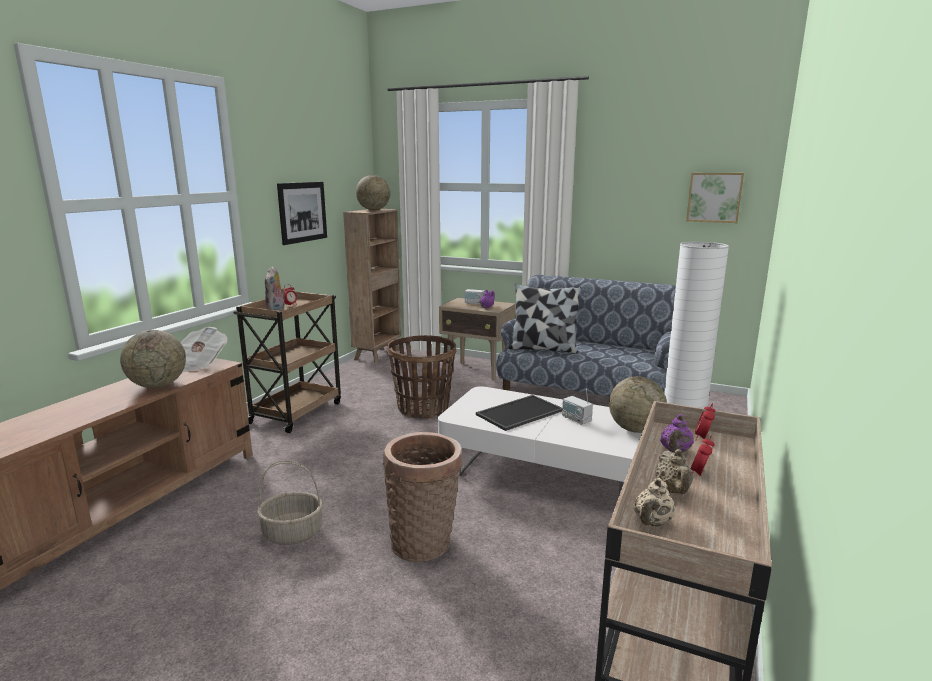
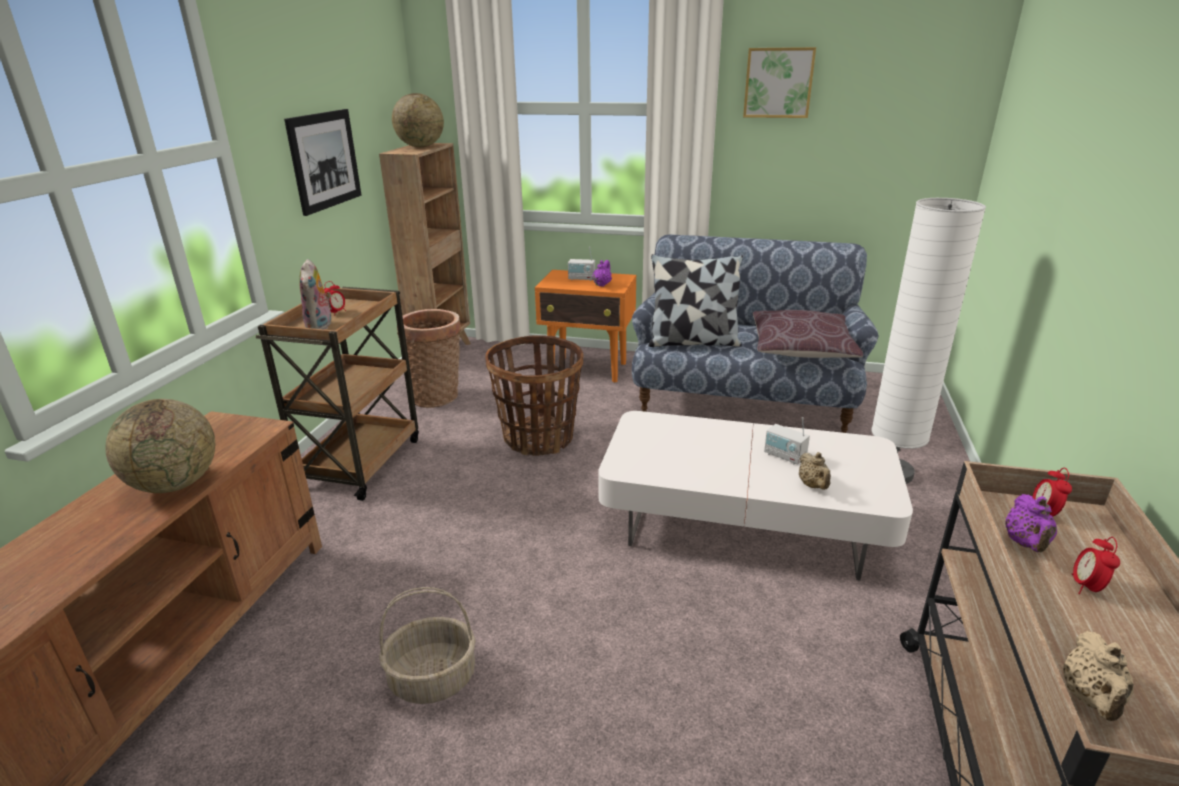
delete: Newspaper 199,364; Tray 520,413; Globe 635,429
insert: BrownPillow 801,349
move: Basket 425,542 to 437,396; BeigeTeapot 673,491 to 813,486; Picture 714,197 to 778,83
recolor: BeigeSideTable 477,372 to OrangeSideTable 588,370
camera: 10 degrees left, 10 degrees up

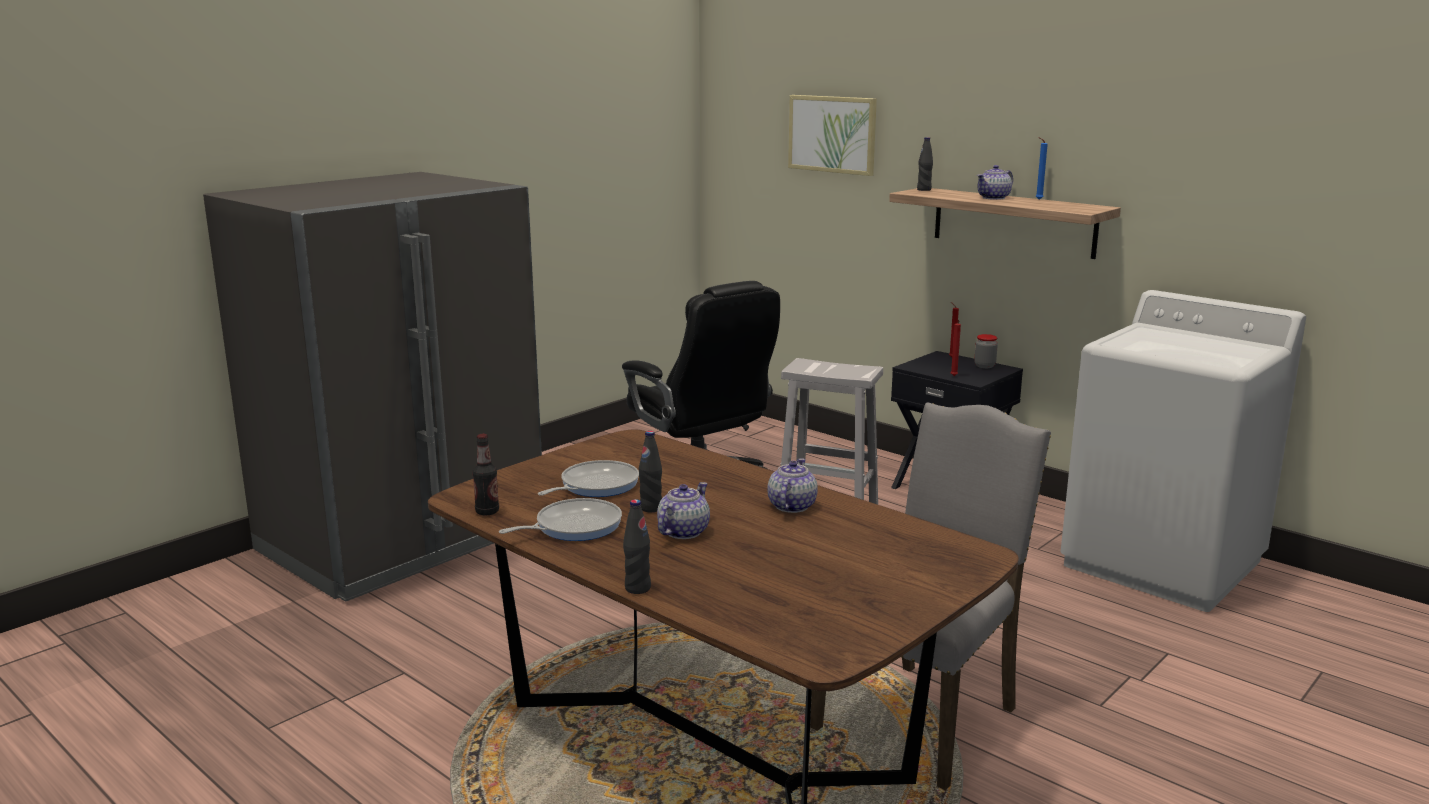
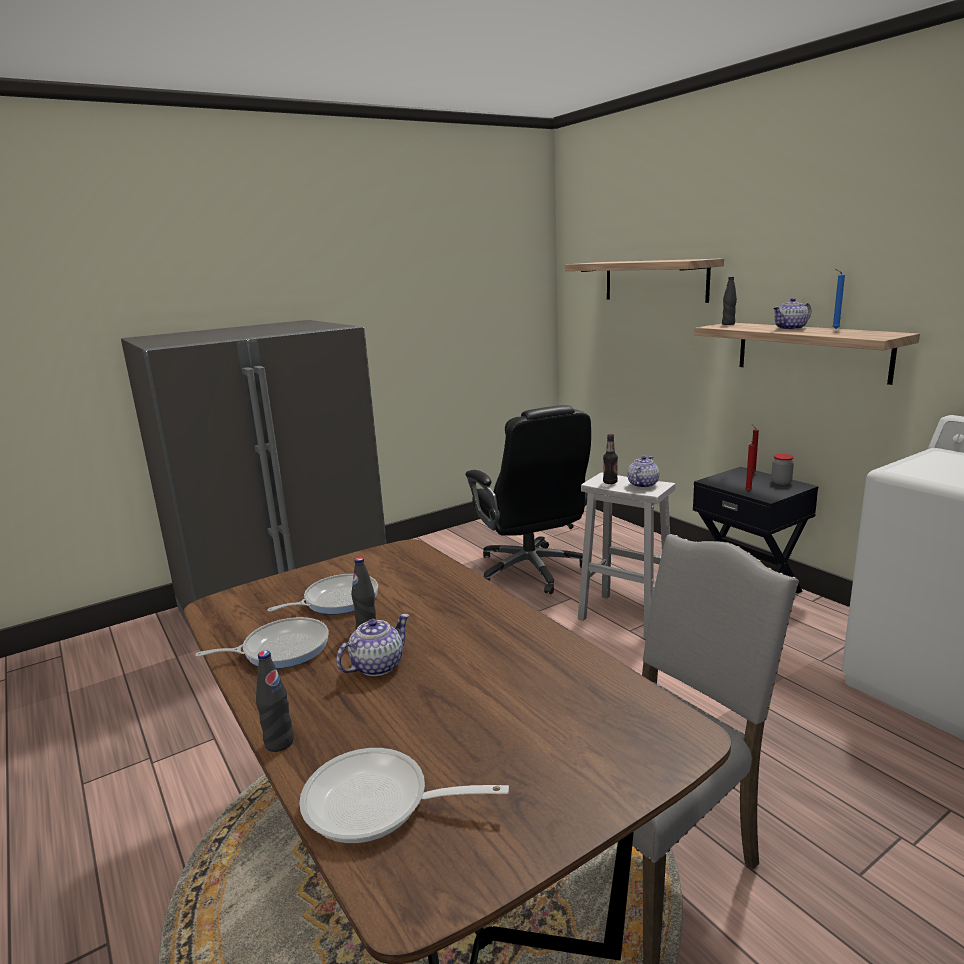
insert: FryingPan 377,804
move: Bottle 487,512 to 610,482; Teapot 791,506 to 642,485
replace: Picture 832,134 to Shelf 654,280
camera: 15 degrees right, 0 degrees up

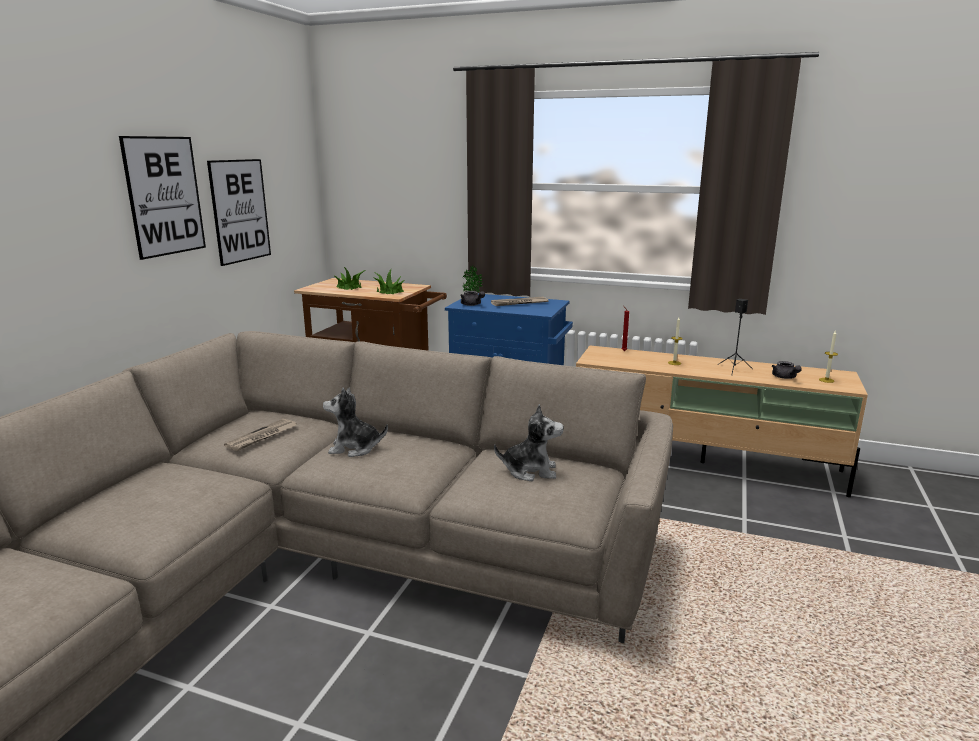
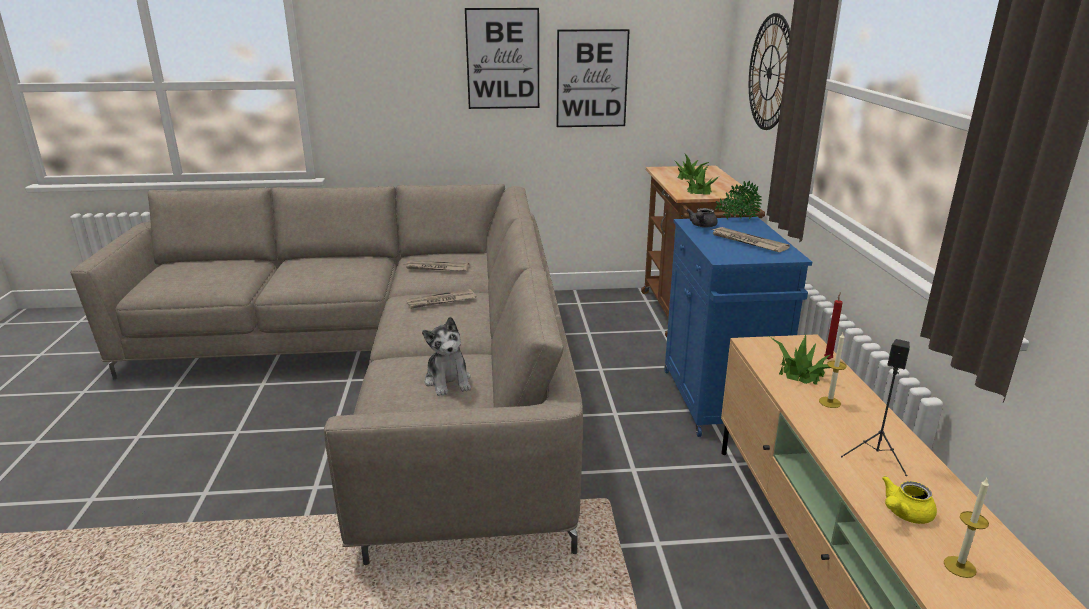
insert: WallClock 770,73; PottedPlant 800,373
replace: PlushToy 354,448 to Newspaper 440,301
recolor: GreyTeapot 785,377 to YellowTeapot 904,513
camera: 65 degrees right, 5 degrees up

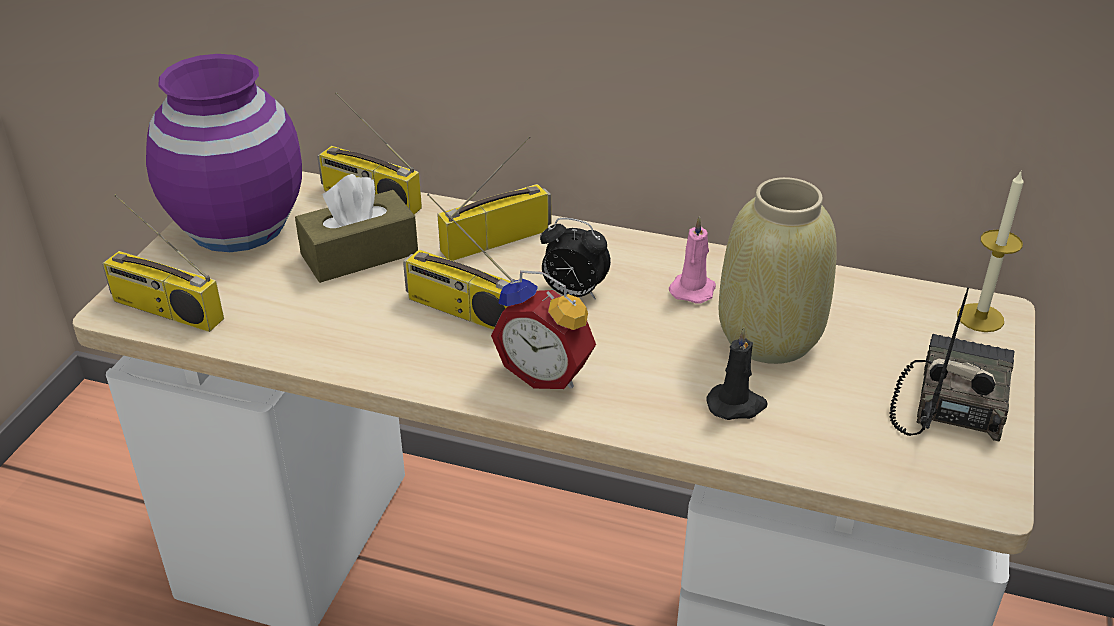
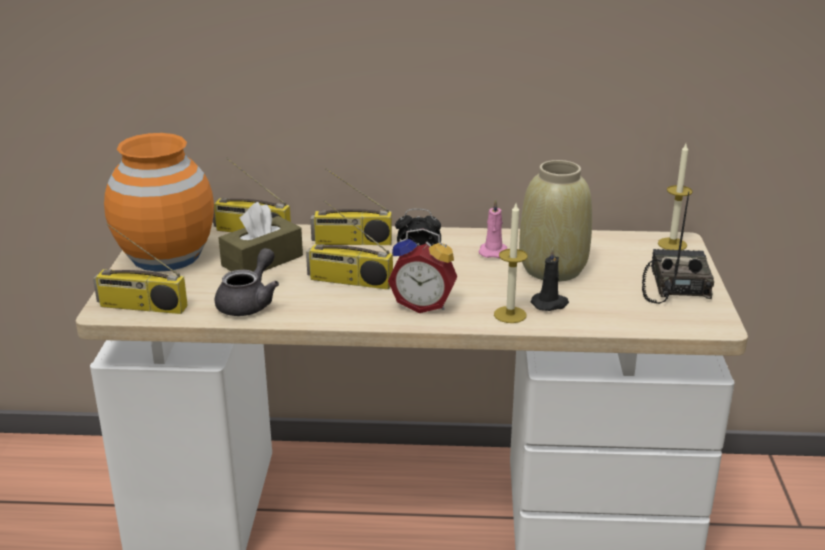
insert: GreyTeapot 249,302; Candle 510,314
recolor: PurpleVase 238,226 to OrangeVase 166,256
rotate: Radio 496,239 = 351,242 135 degrees counterclockwise
camera: 15 degrees left, 10 degrees down

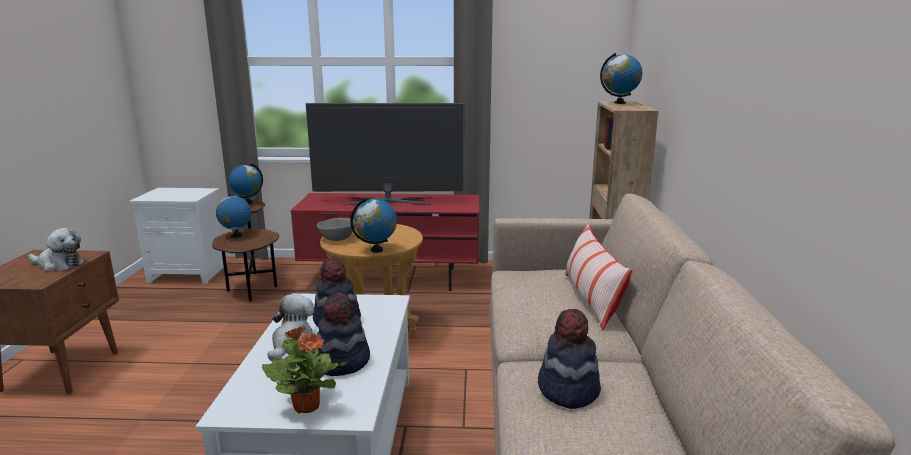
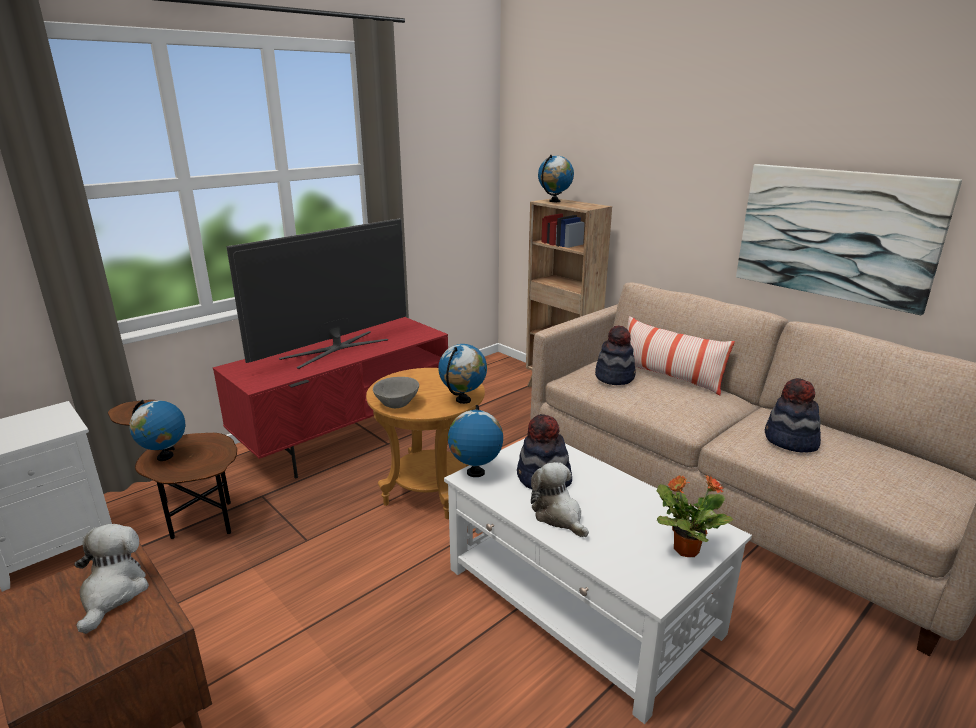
insert: Picture 835,234
move: Globe 247,202 to 475,472; Hat 343,362 to 615,377
rotate: PlushToy 59,265 = 113,593 60 degrees counterclockwise
camera: 45 degrees left, 5 degrees up

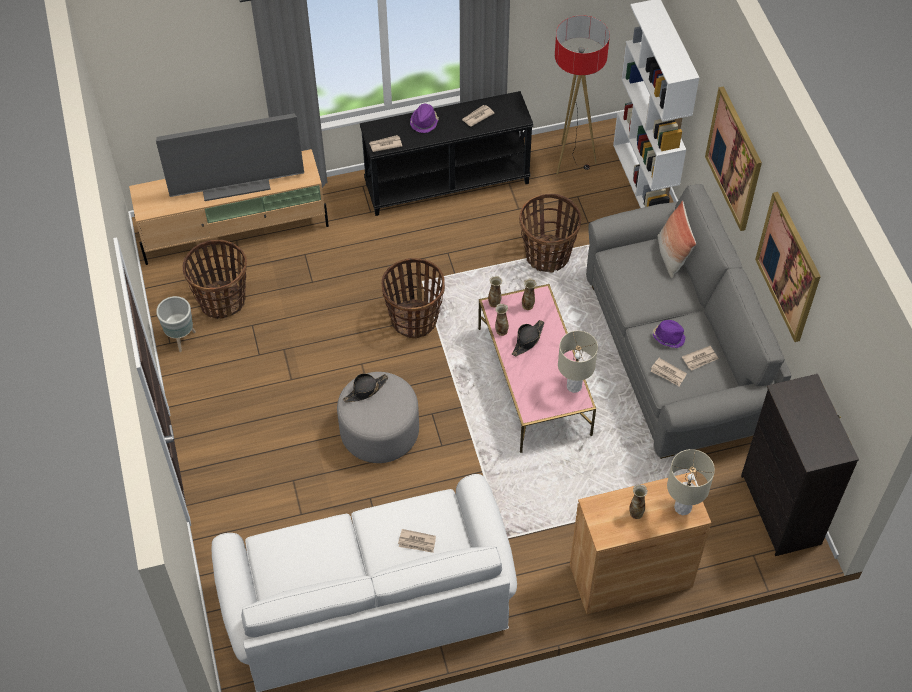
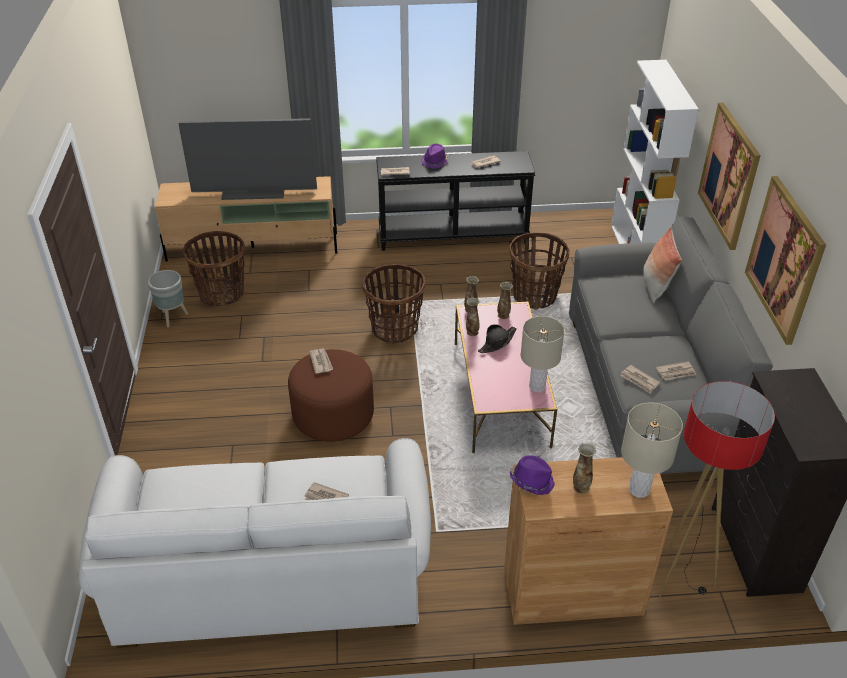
move: FloorLamp 571,161 to 681,578; PurpleHat 668,337 to 531,481
replace: BlackHat 365,390 to Newspaper 321,362
recolor: GreyOttoman 380,431 to BrownOttoman 333,415
camera: 10 degrees right, 15 degrees down

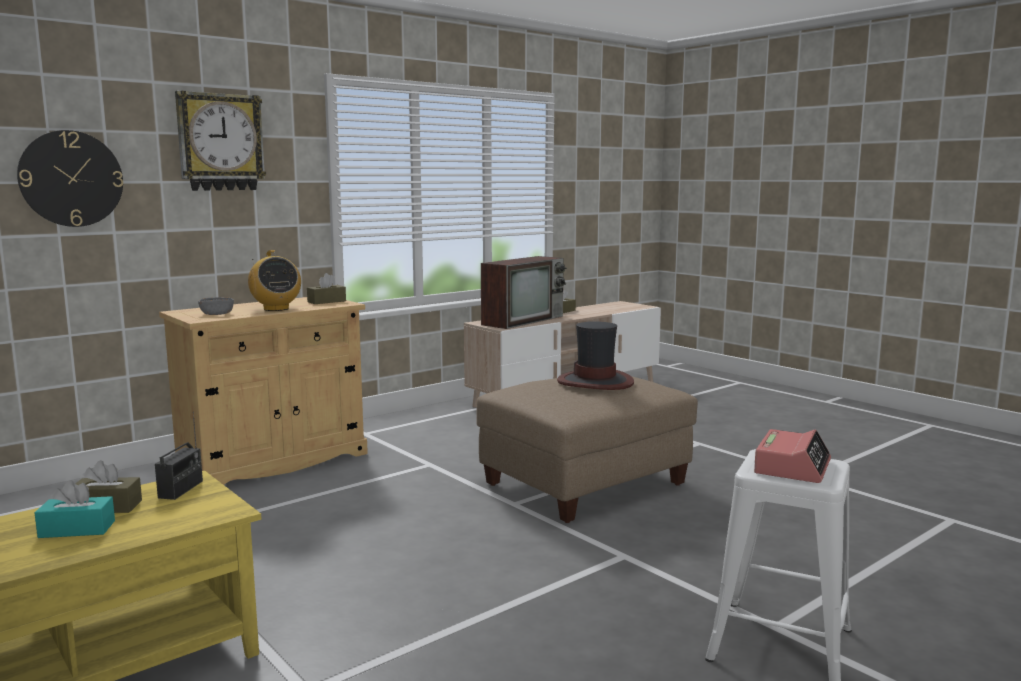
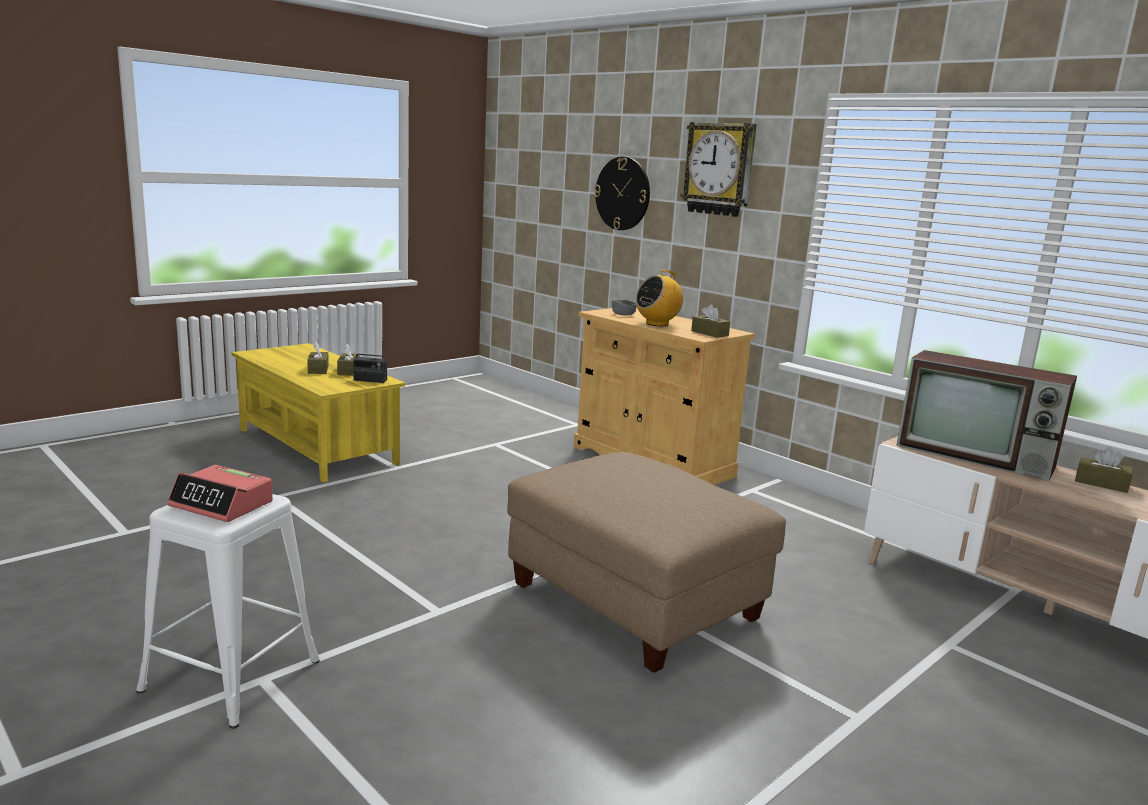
delete: Hat 595,382
recolor: TurquoiseTissueBox 77,529 to BrownTissueBox 318,369
camera: 85 degrees right, 5 degrees up

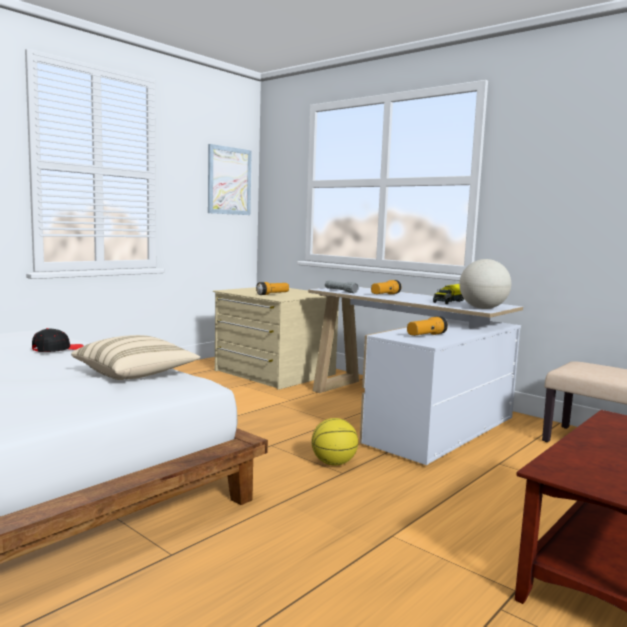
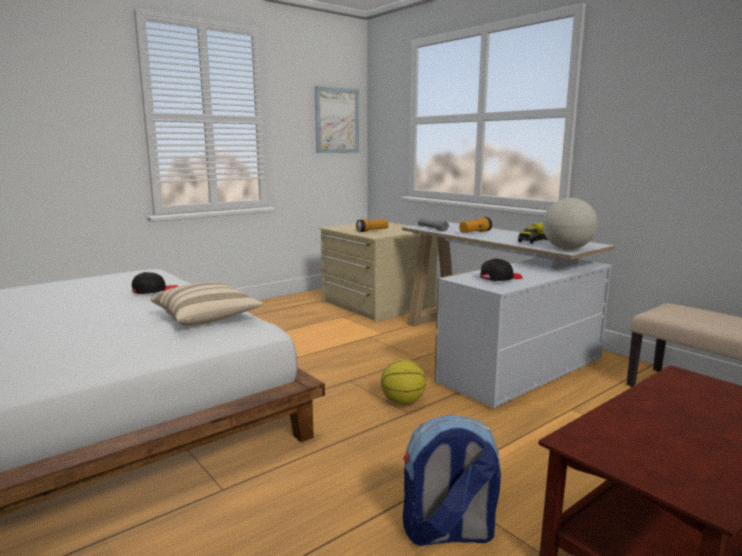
insert: Backpack 448,533
replace: Flashlight 426,335 to BlackCap 500,278
camera: 10 degrees right, 5 degrees up

